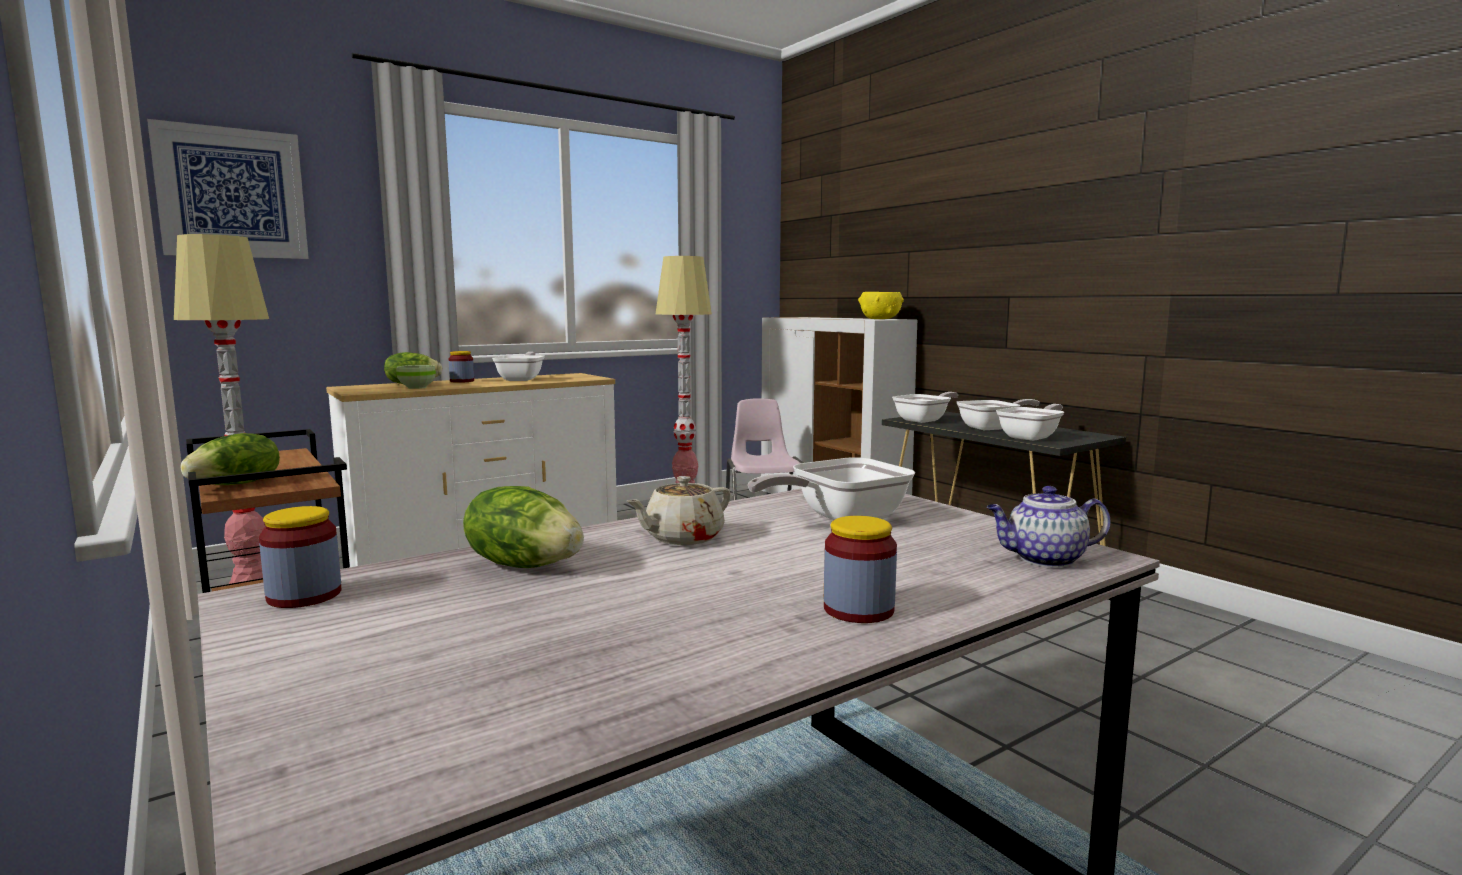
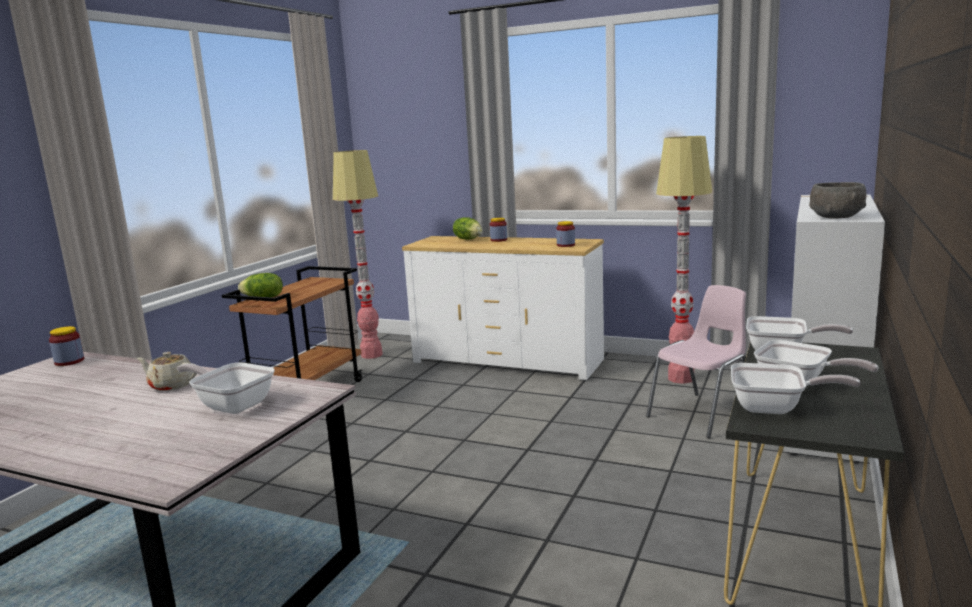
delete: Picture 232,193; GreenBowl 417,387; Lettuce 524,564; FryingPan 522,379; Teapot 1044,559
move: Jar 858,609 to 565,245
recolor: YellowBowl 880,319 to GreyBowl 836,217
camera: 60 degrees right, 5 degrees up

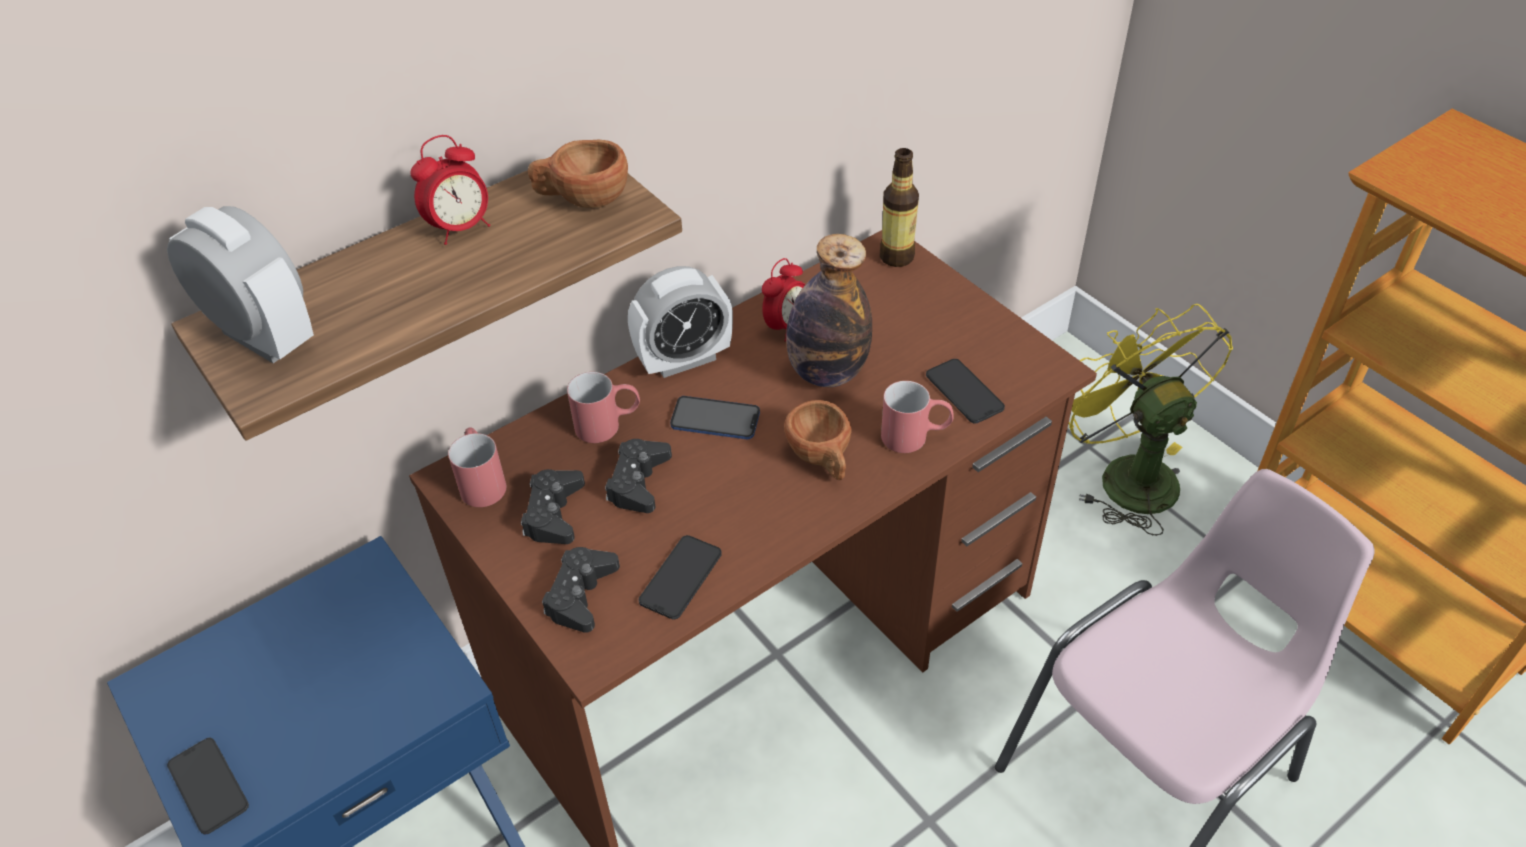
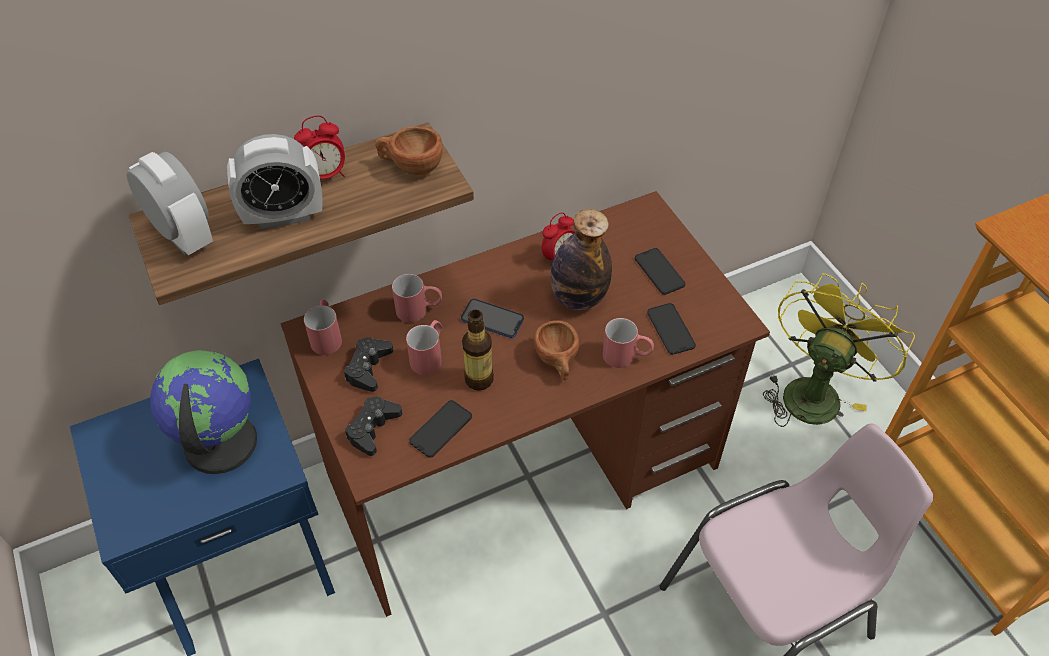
insert: Globe 219,443
move: Phone 208,786 to 659,271; AlarmClock 684,360 to 284,216; Bottle 897,257 to 479,379
replace: BlackGameController 638,482 to RedMug 429,356
rotate: YellowFan 1126,474 = 814,390 45 degrees clockwise
camera: 10 degrees right, 5 degrees up

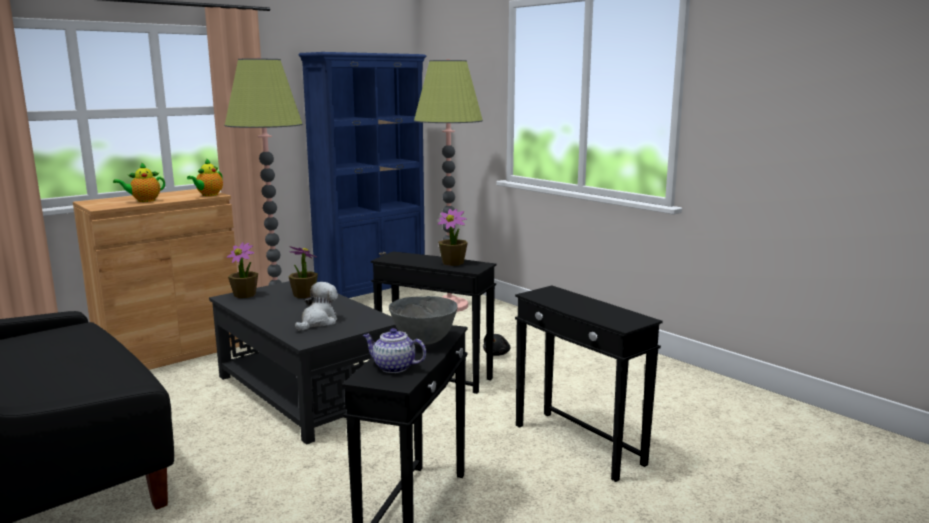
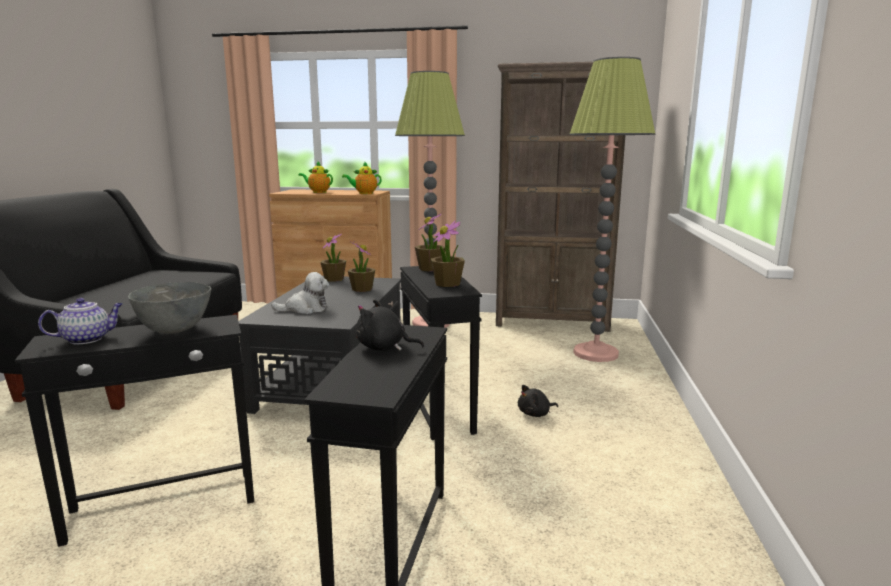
insert: BlackPlushToy 384,348; PottedPlant 430,269
recolor: BlueBookcase 373,294 to BrownBookcase 552,322
rotate: Teapot 393,367 = 87,339 75 degrees clockwise
camera: 50 degrees right, 0 degrees up

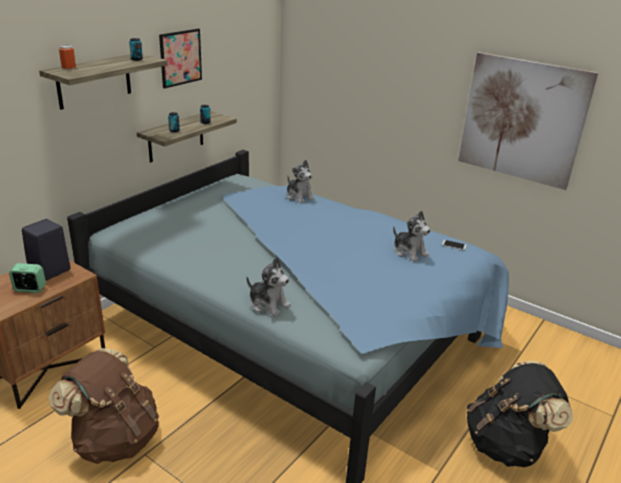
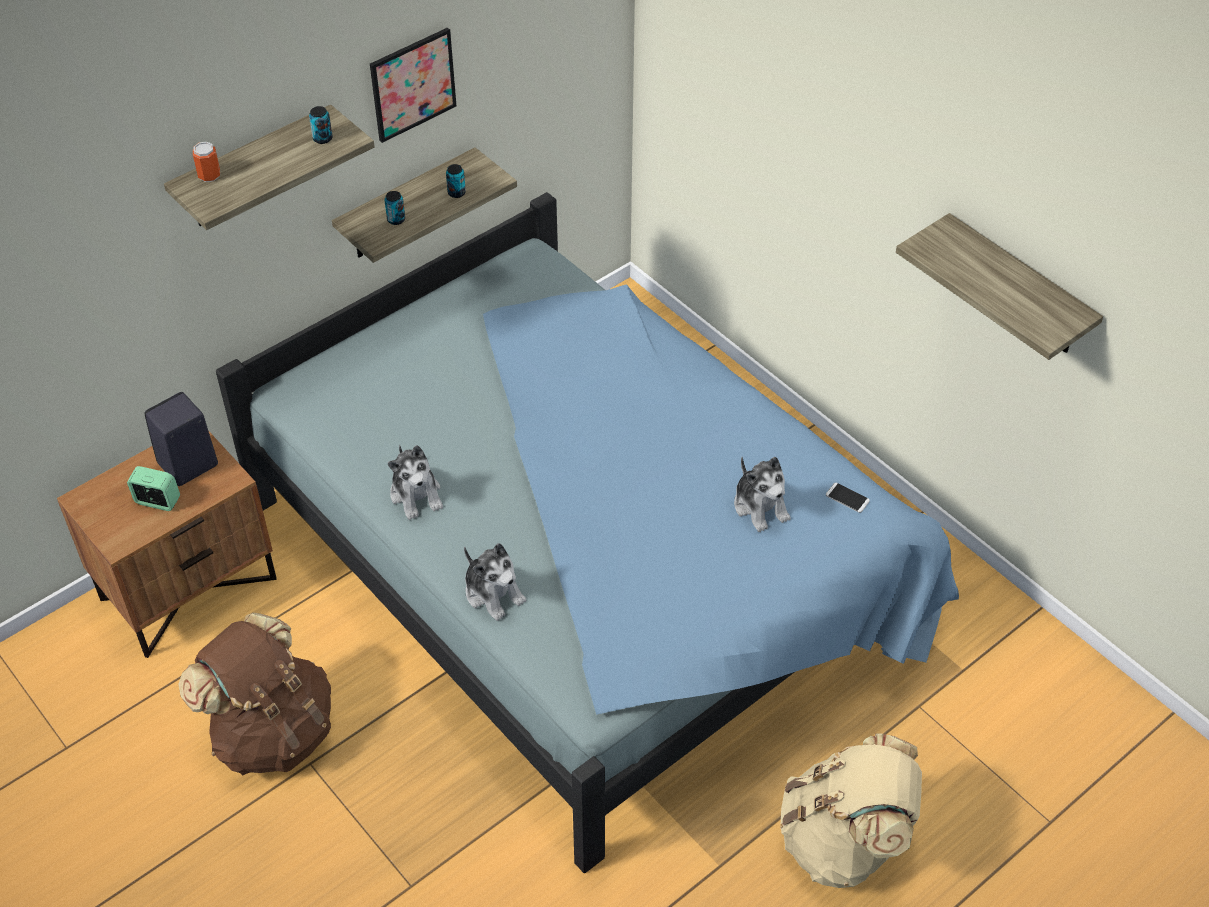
move: PlushToy 299,196 to 416,494
replace: Picture 522,120 to Shelf 1017,288
recolor: BlackBackpack 506,445 to BeigeBackpack 843,841
camera: 15 degrees right, 20 degrees up

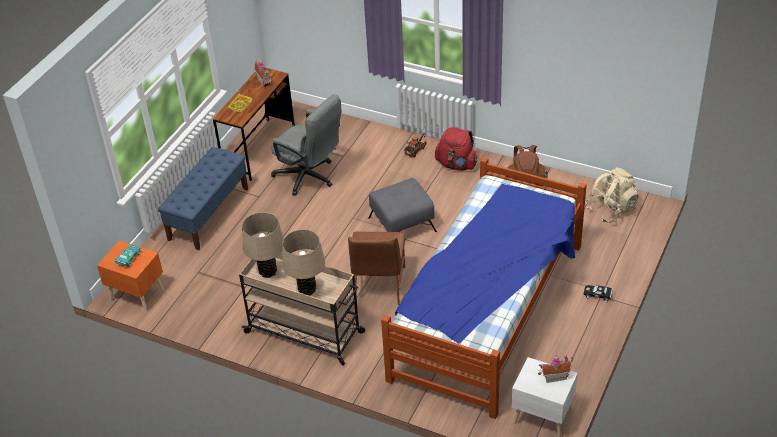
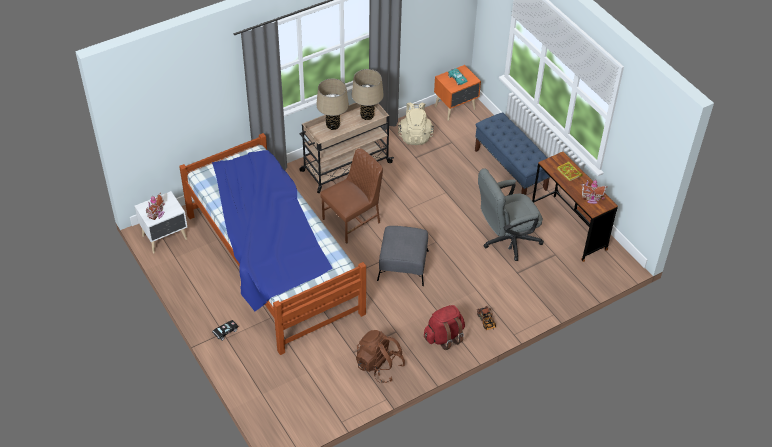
move: BeigeBackpack 611,209 to 415,135
rotate: BrownChair 378,285 = 352,221 105 degrees clockwise
camera: 120 degrees right, 5 degrees up

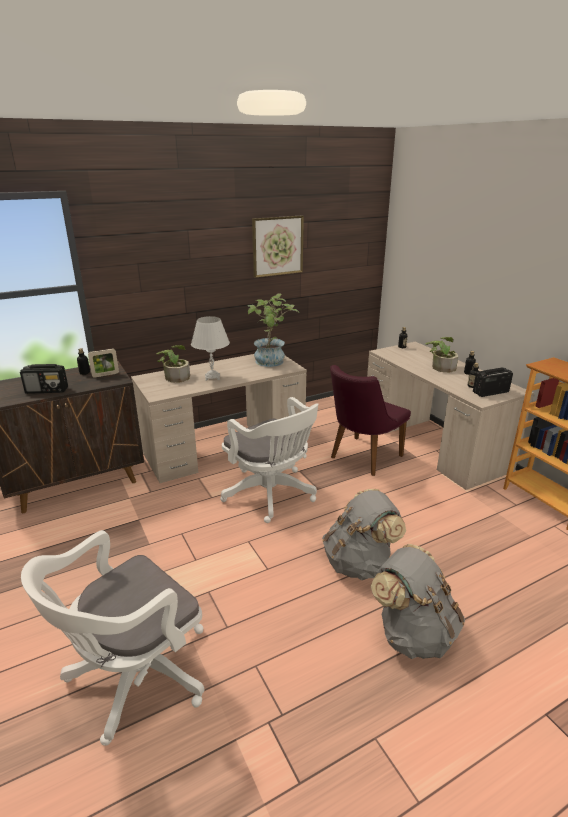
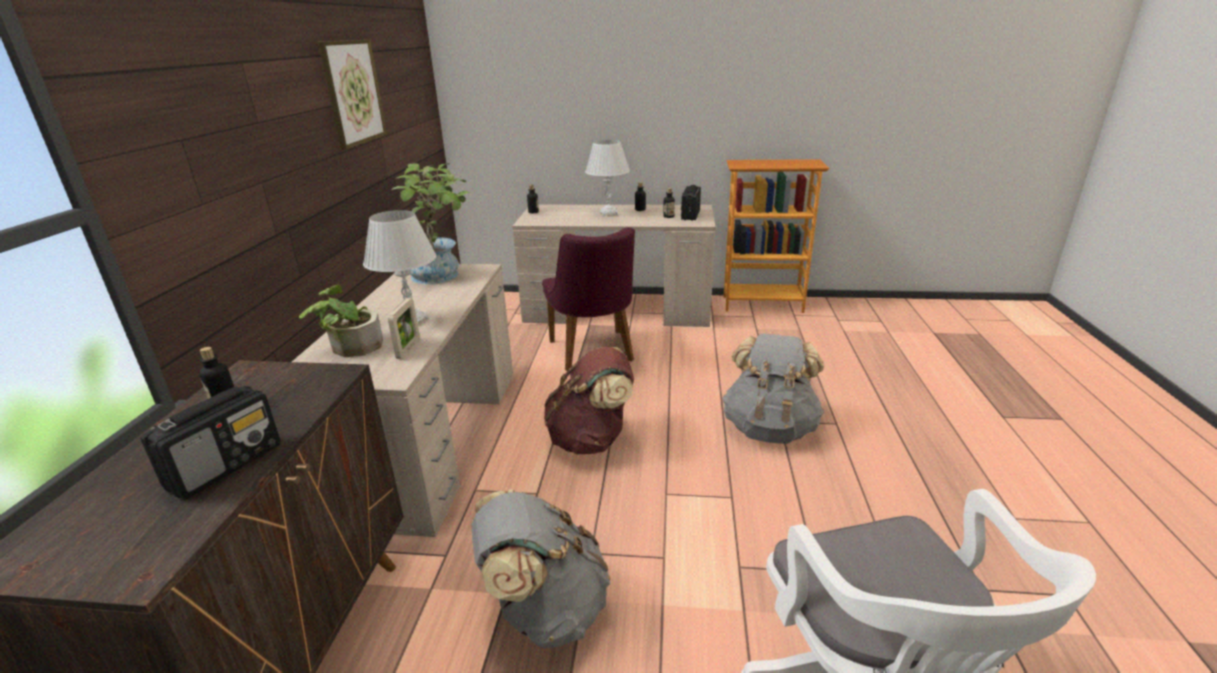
move: PictureFrame 105,375 to 408,349; GreyBackpack 413,633 to 545,609
replace: WhiteOfficeChair 272,495 to BrownBackpack 591,440; PottedPlant 440,367 to WhiteTableLamp 608,213
camera: 55 degrees left, 0 degrees up

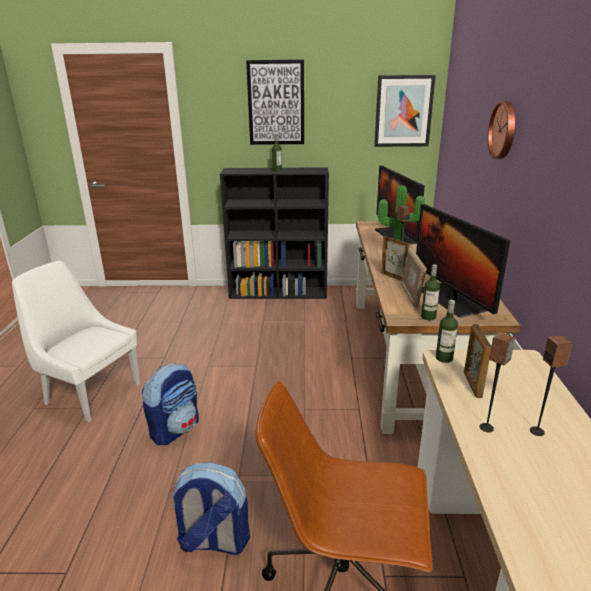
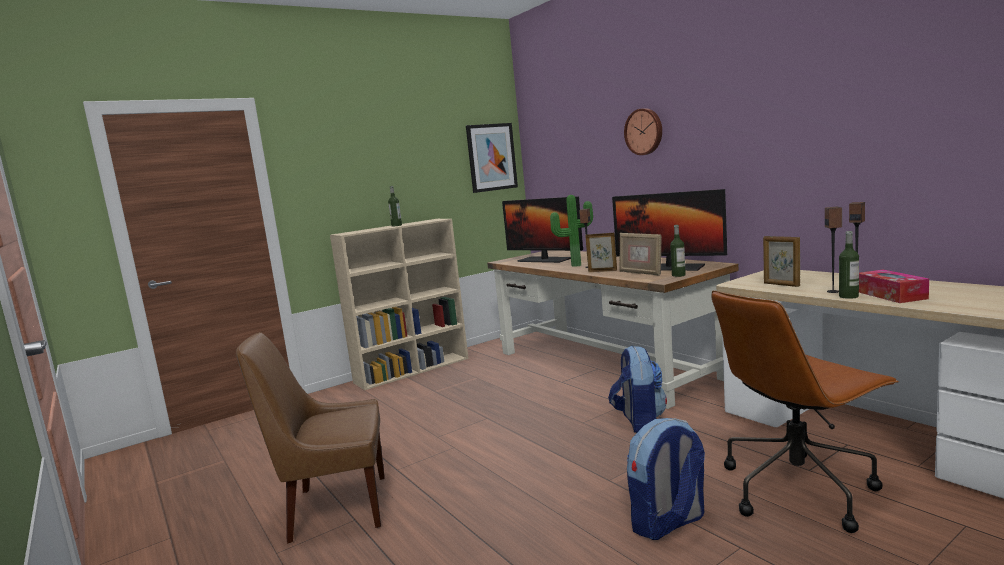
delete: Picture 276,103
insert: TissueBox 890,295
move: Backpack 175,429 to 639,422; Bottle 444,358 to 848,296
recolor: WhiteChair 90,393 to BrownChair 334,508; BlackBookcase 279,293 to BeigeBookcase 413,370
camera: 35 degrees left, 15 degrees down

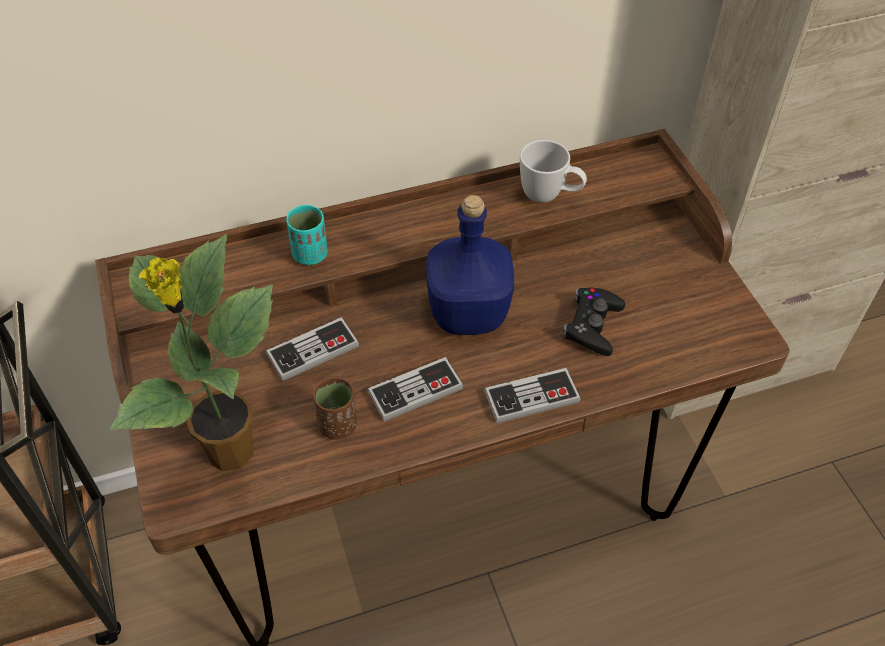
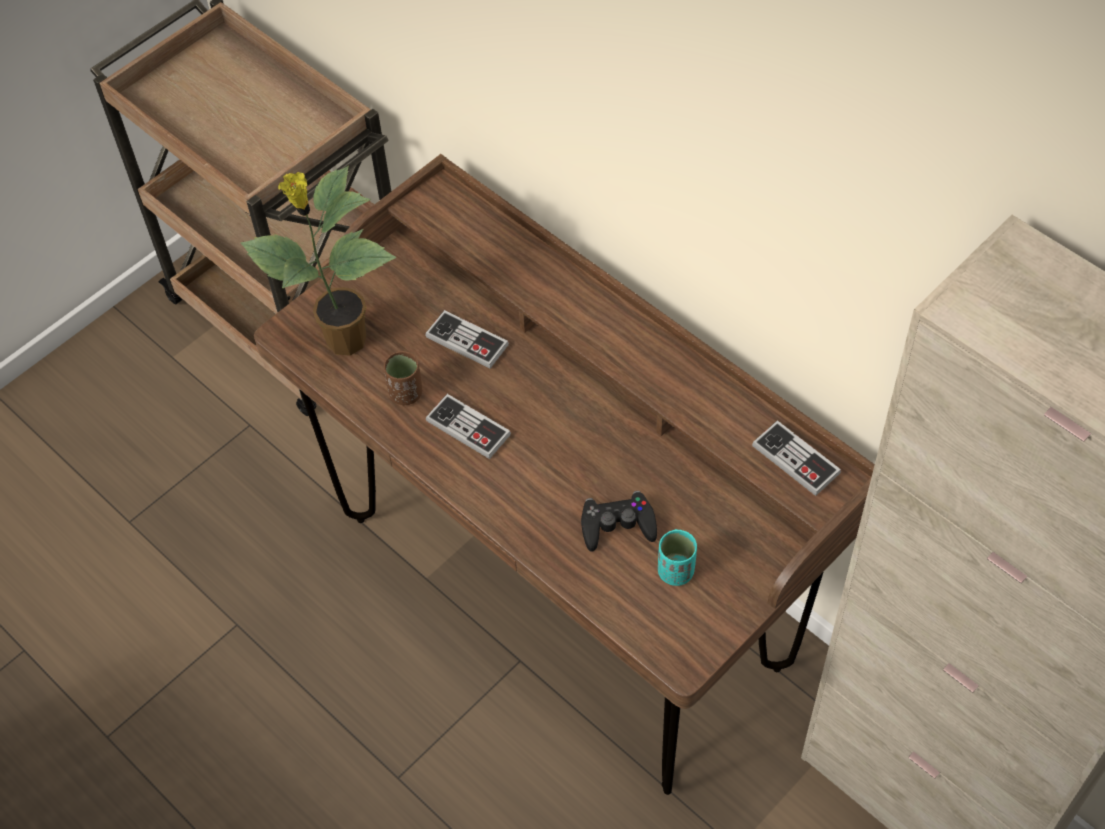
delete: BlueBottle 469,315; WhiteMug 550,196
move: TurquoiseCup 310,254 to 676,571; GameController 532,397 to 795,460
camera: 65 degrees right, 5 degrees up

